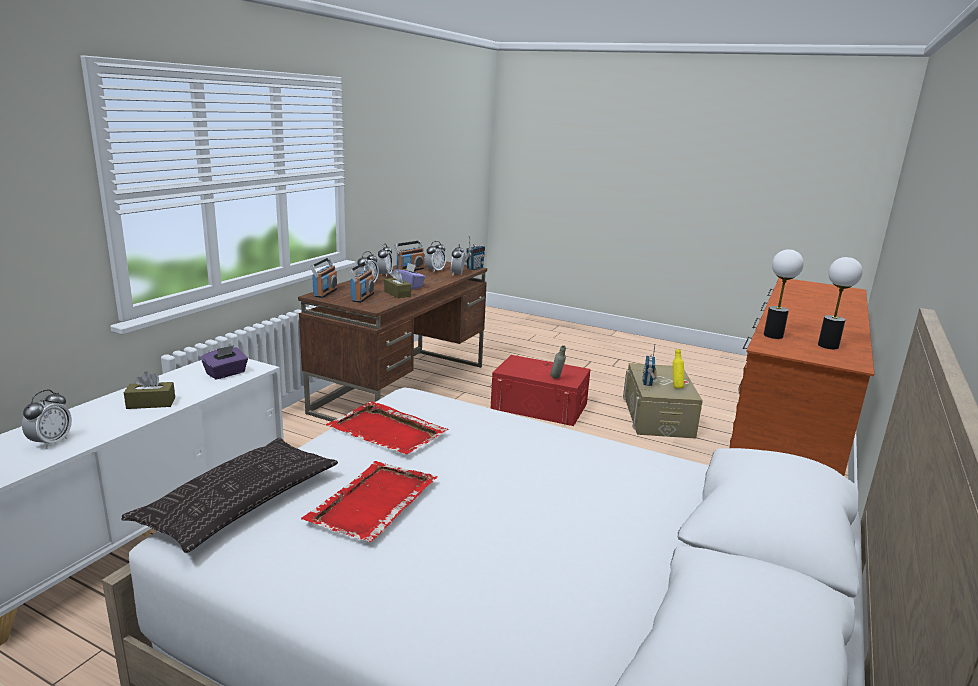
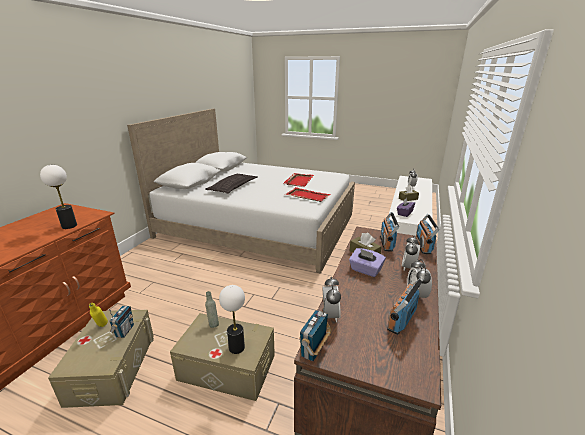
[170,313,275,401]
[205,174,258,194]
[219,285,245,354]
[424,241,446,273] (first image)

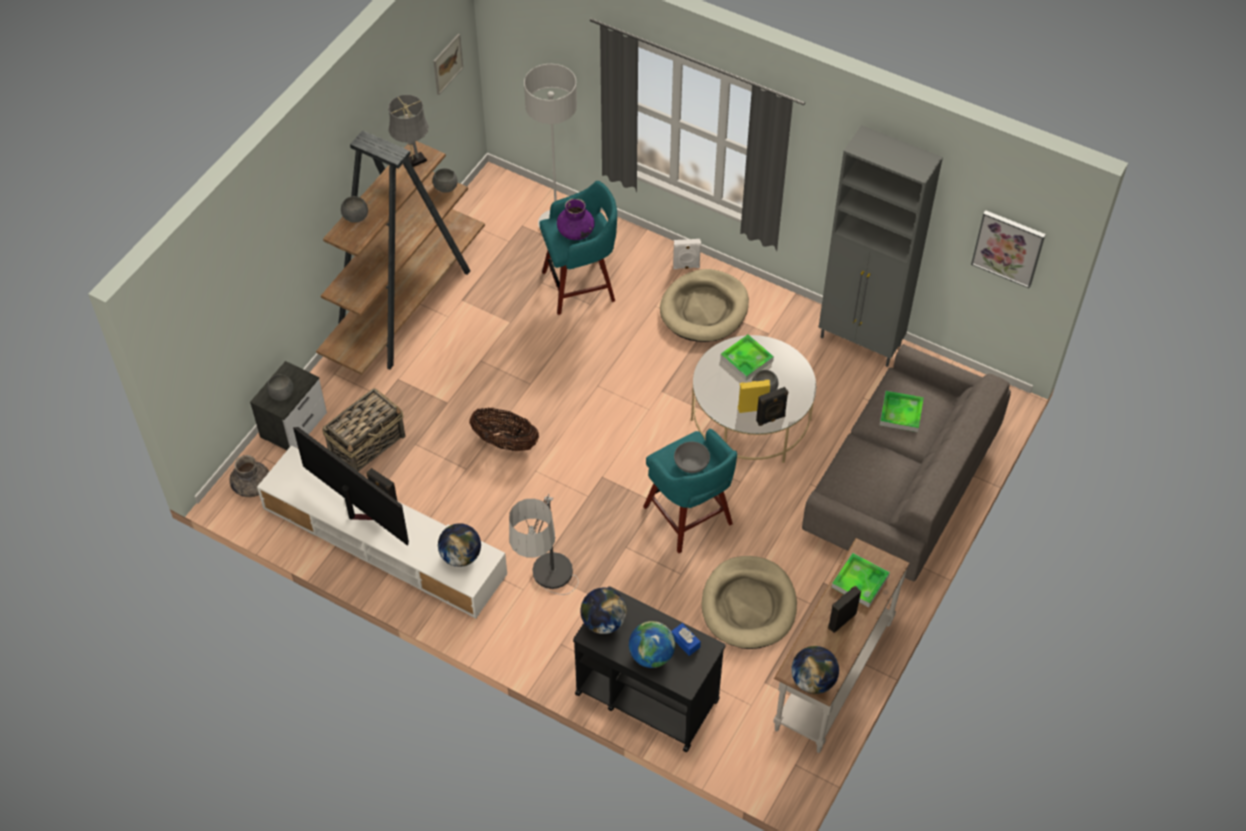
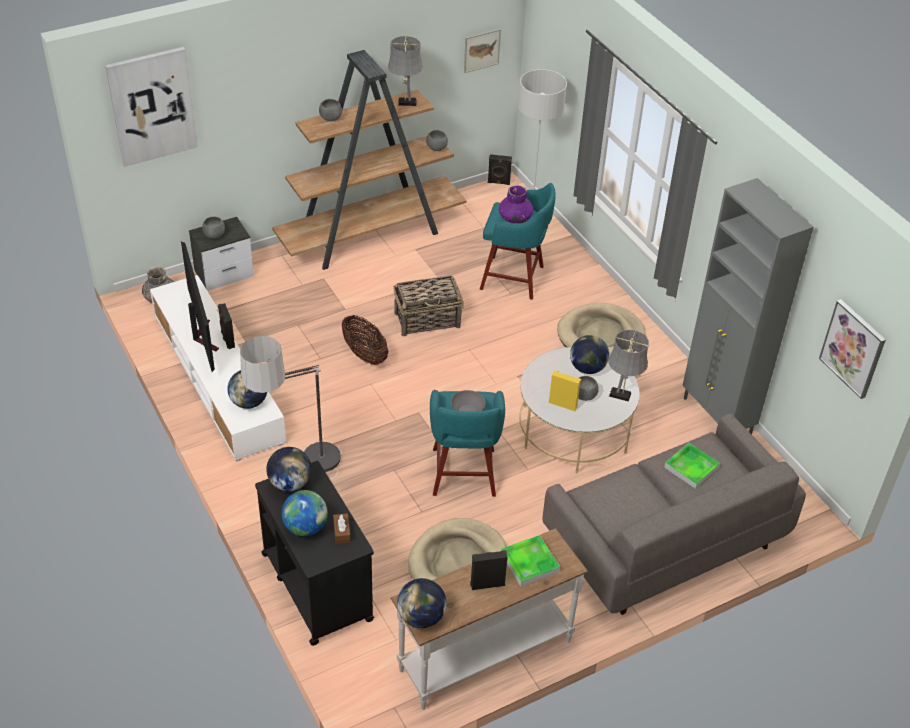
[105,47,198,167]
[333,513,351,544]
[394,275,463,336]
[488,154,512,185]
[570,335,609,374]
[609,330,649,401]
[673,239,701,269] (first image)

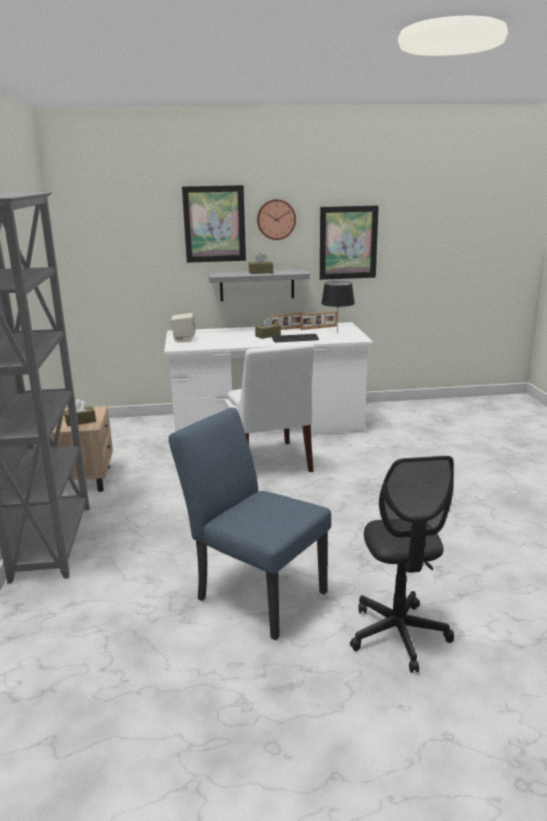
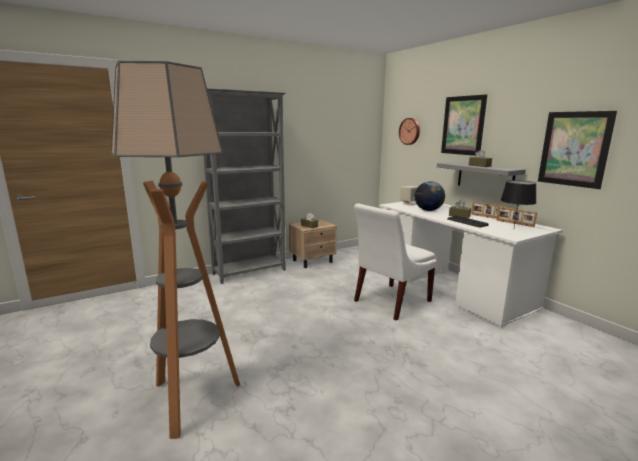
[111,61,240,439]
[399,118,420,145]
[415,181,445,211]
[169,407,331,640] (first image)

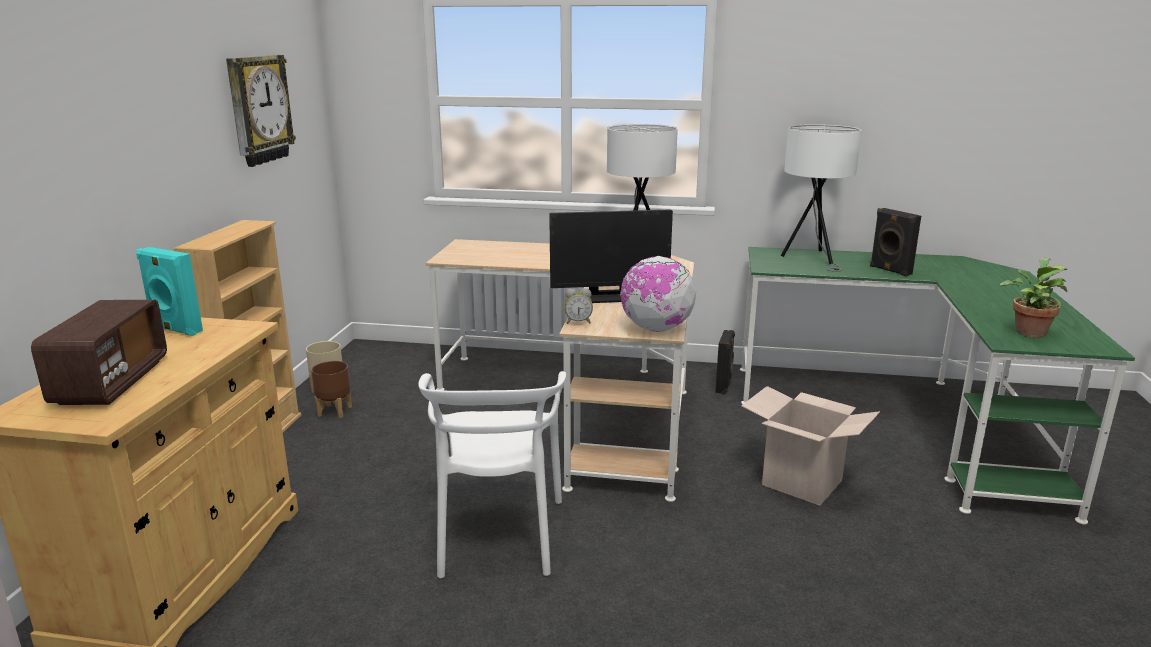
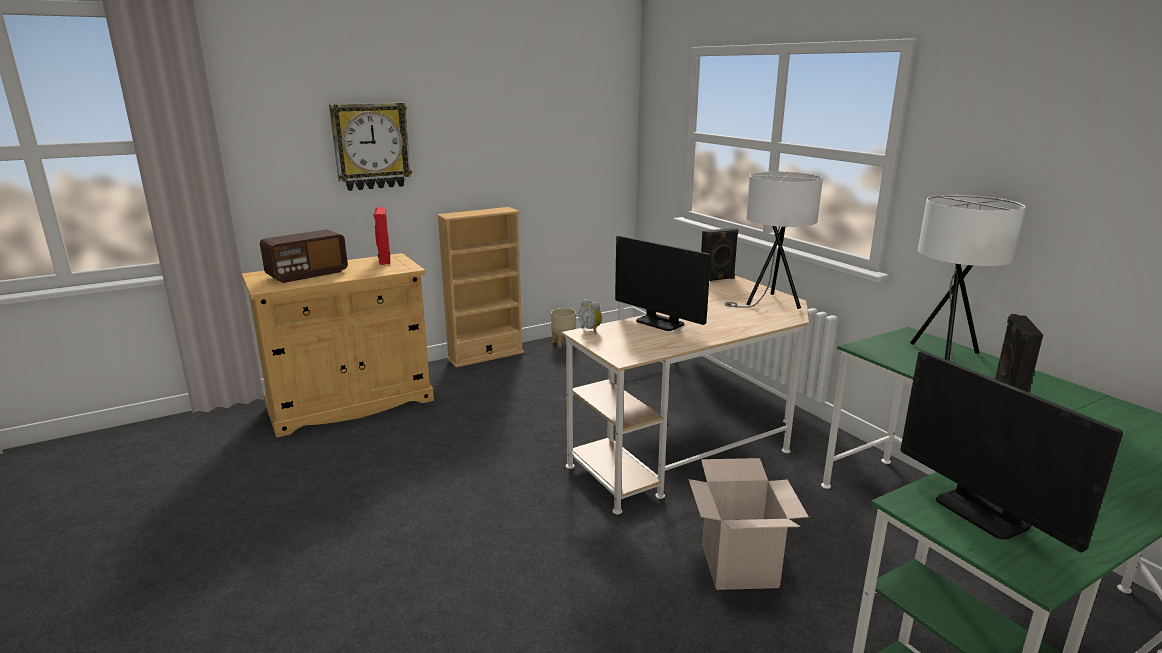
[329,103,412,191]
[374,207,390,265]
[701,228,739,281]
[900,351,1123,553]
[311,361,352,418] (first image)
[418,371,566,578] (first image)
[620,256,696,332] (first image)

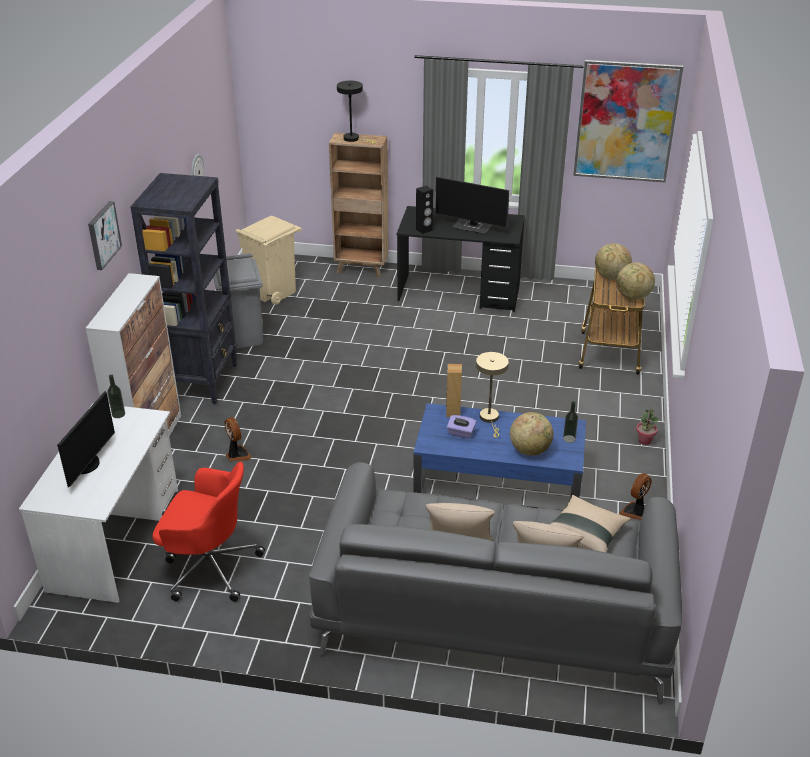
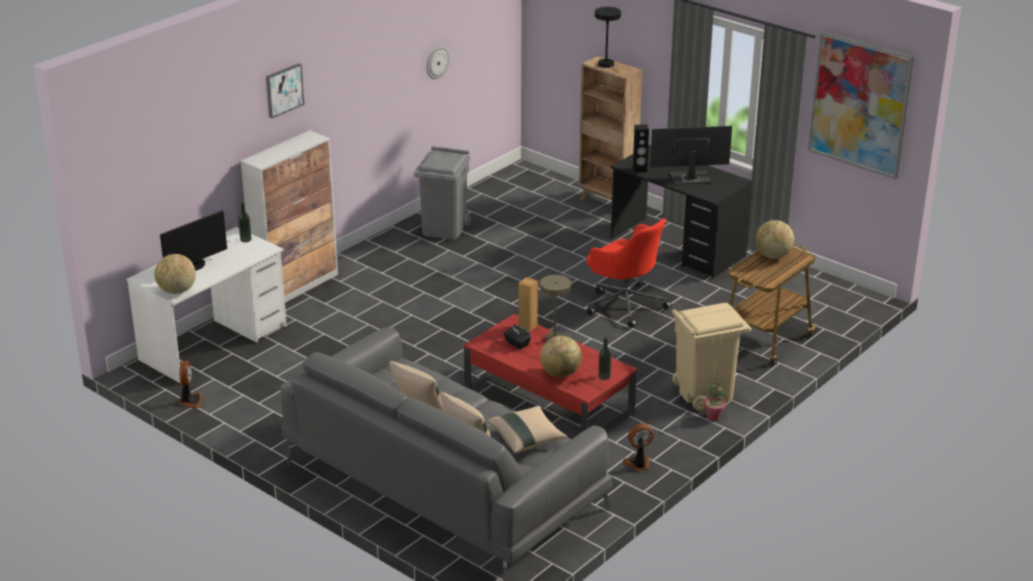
[155,254,196,294]
[179,361,203,409]
[464,314,637,433]
[503,325,531,349]
[586,218,671,328]
[650,126,732,184]
[672,303,751,411]
[130,173,237,405] (first image)

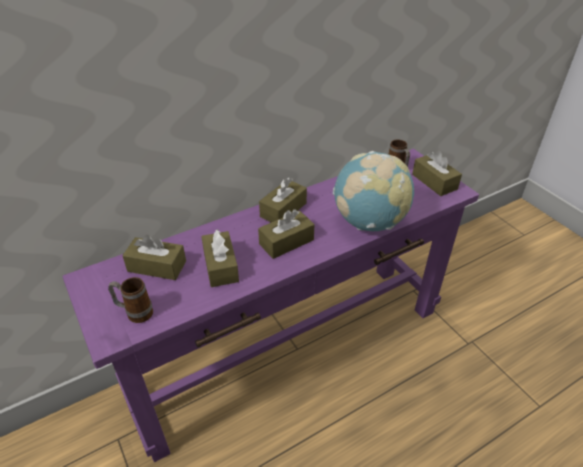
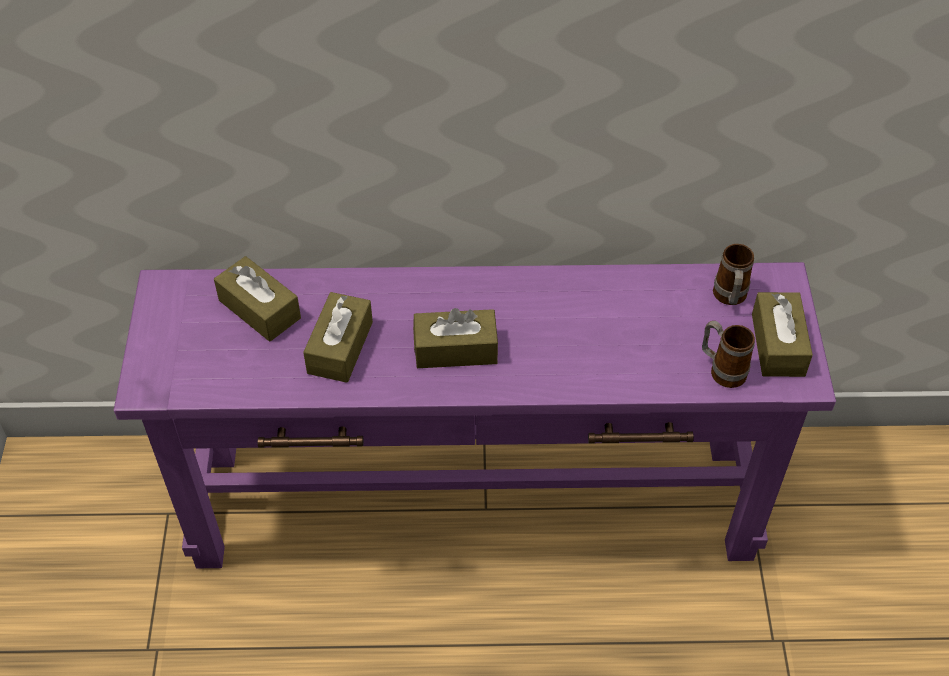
[702,321,755,388]
[259,177,307,222] (first image)
[333,151,414,231] (first image)

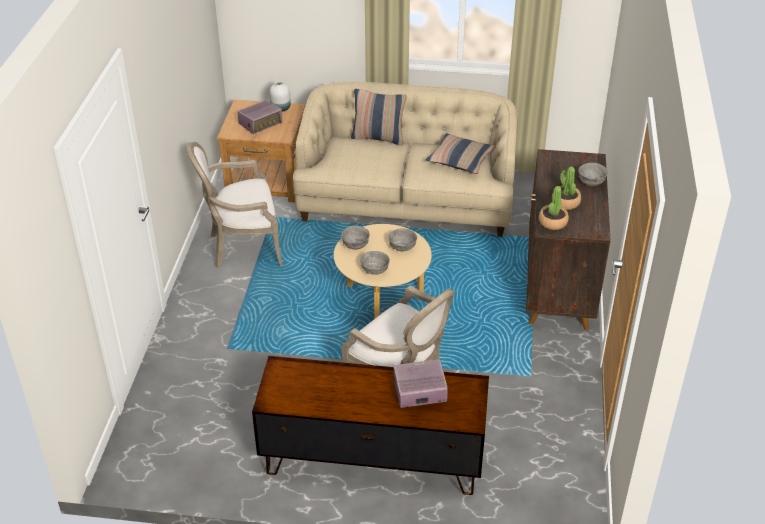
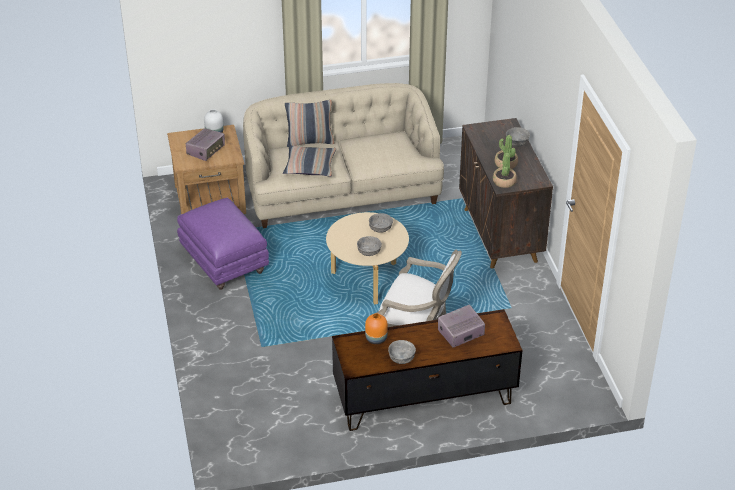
[177,198,269,290]
[283,146,336,177]
[365,313,388,344]
[388,340,416,364]

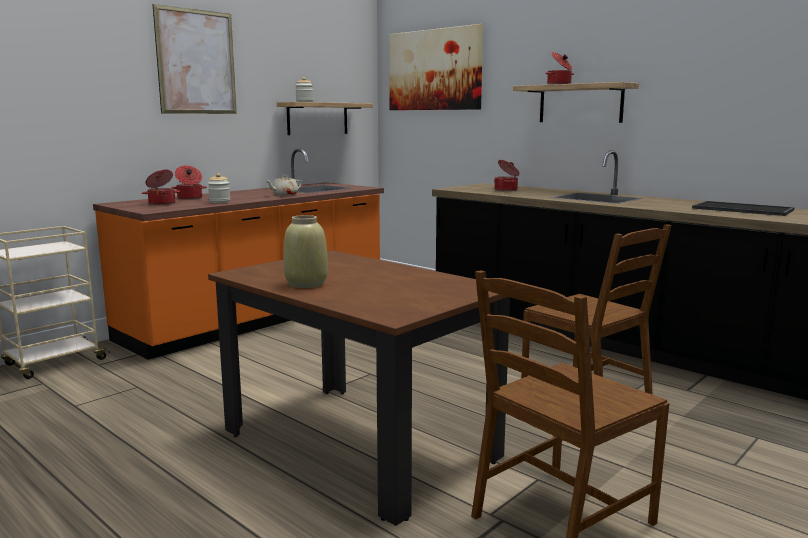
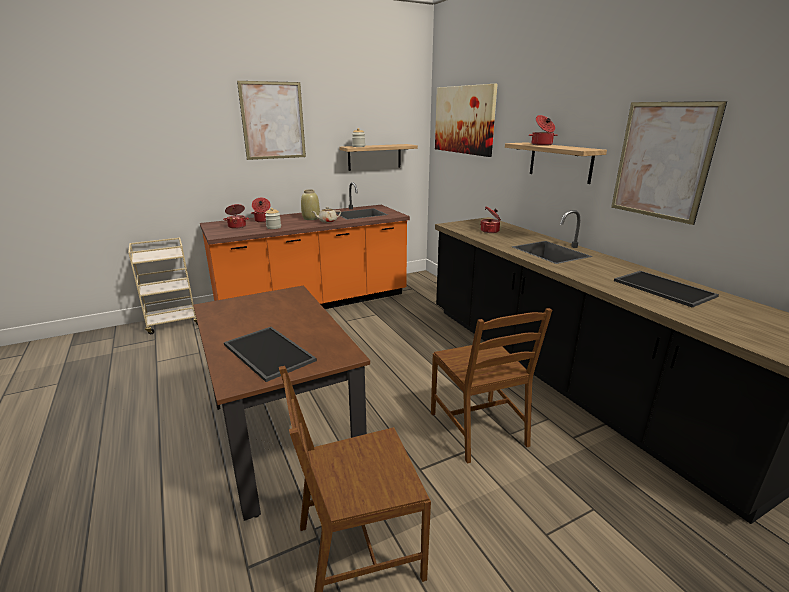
[224,327,317,382]
[301,189,320,220]
[611,101,727,225]

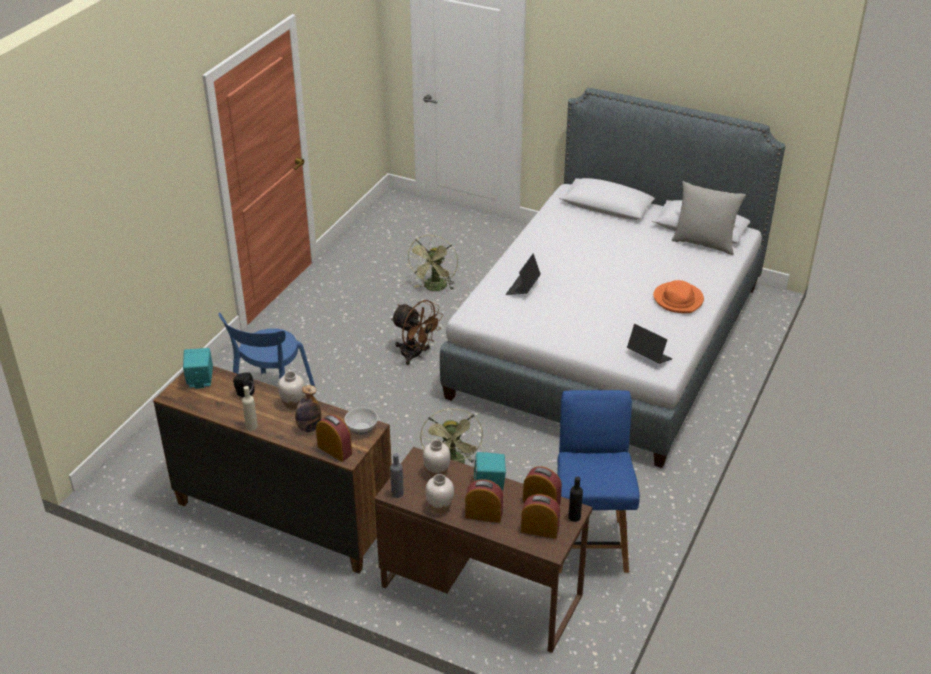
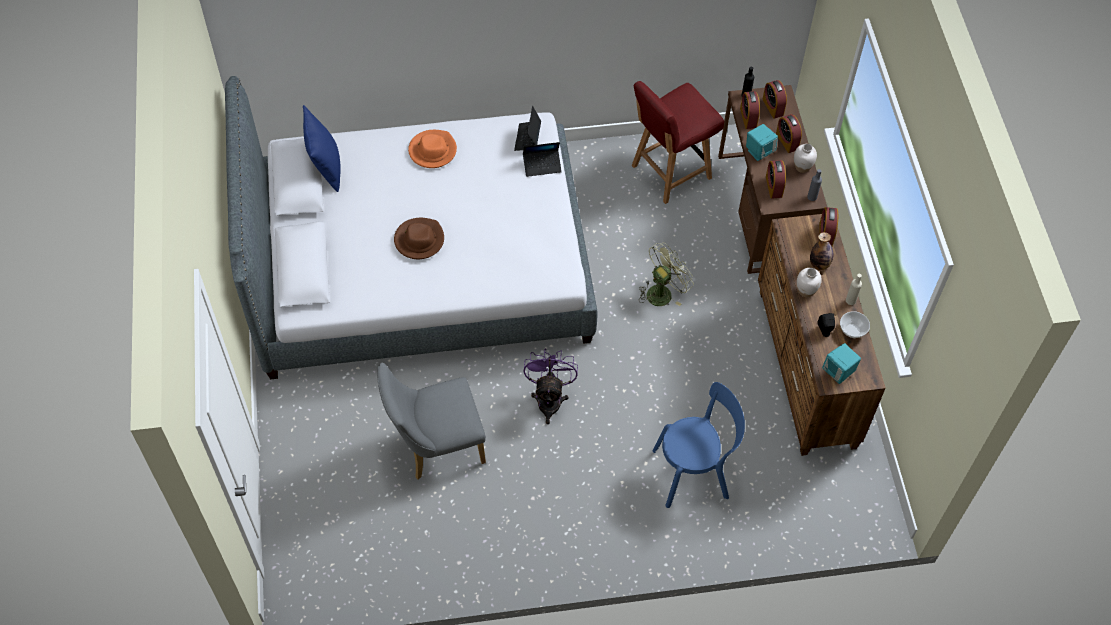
[303,105,341,192]
[377,363,486,479]
[394,218,444,259]
[523,142,562,177]
[523,349,578,424]
[632,81,724,204]
[766,160,786,199]
[840,311,870,338]

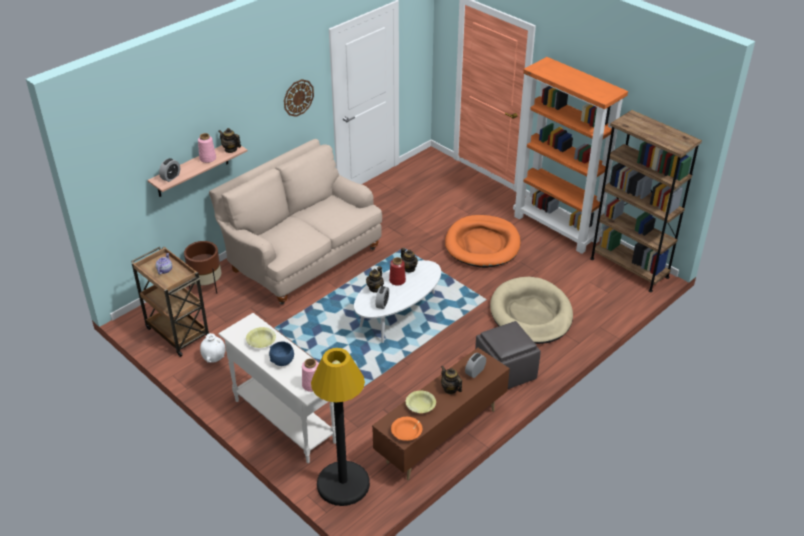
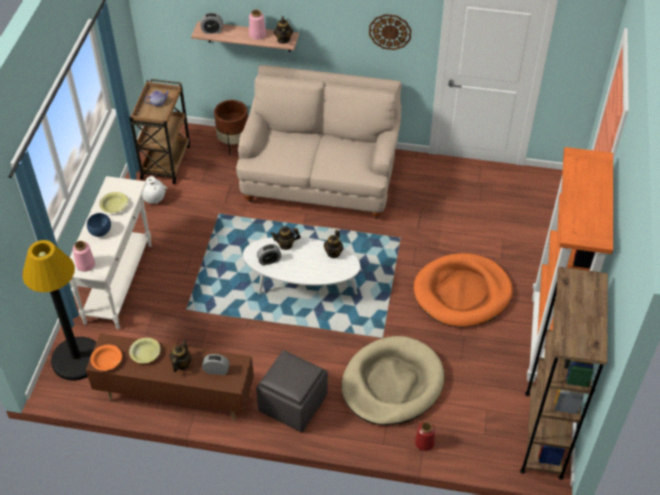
[415,422,435,451]

